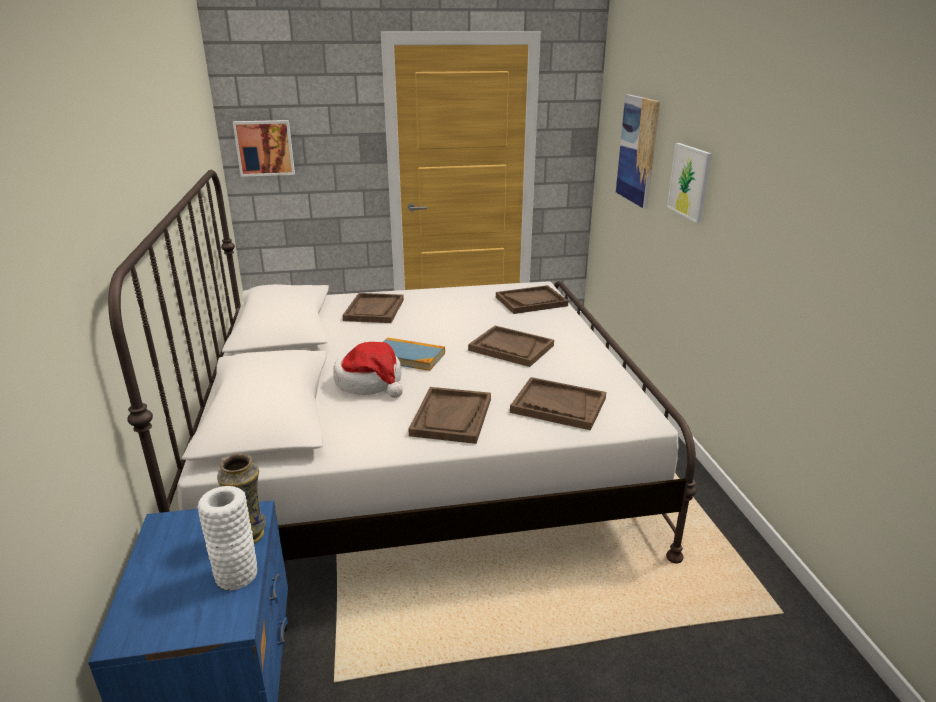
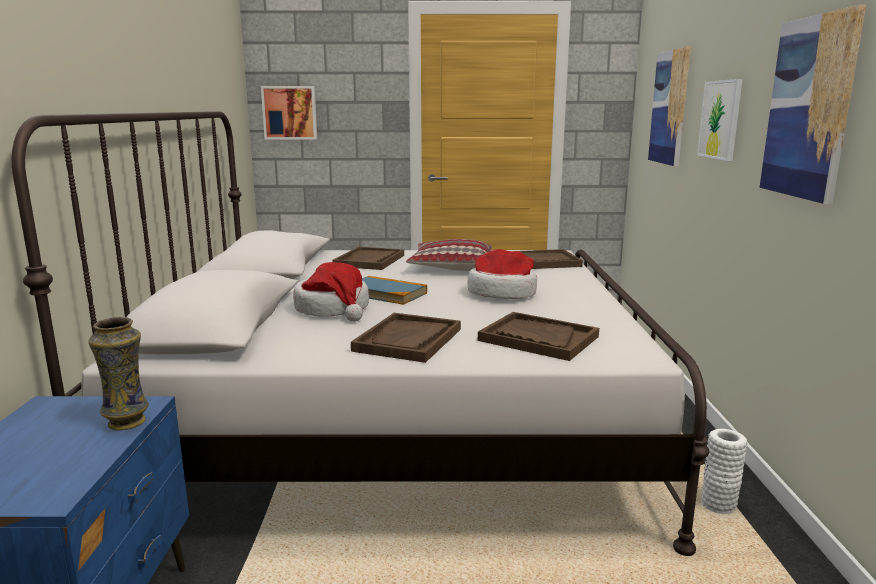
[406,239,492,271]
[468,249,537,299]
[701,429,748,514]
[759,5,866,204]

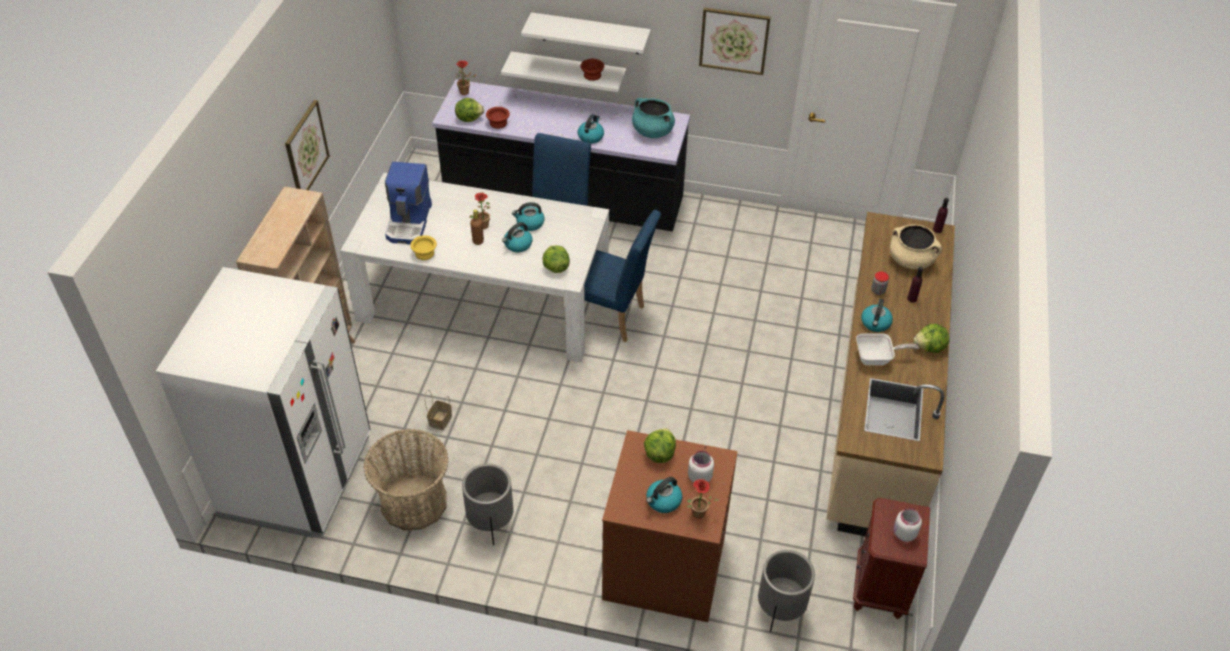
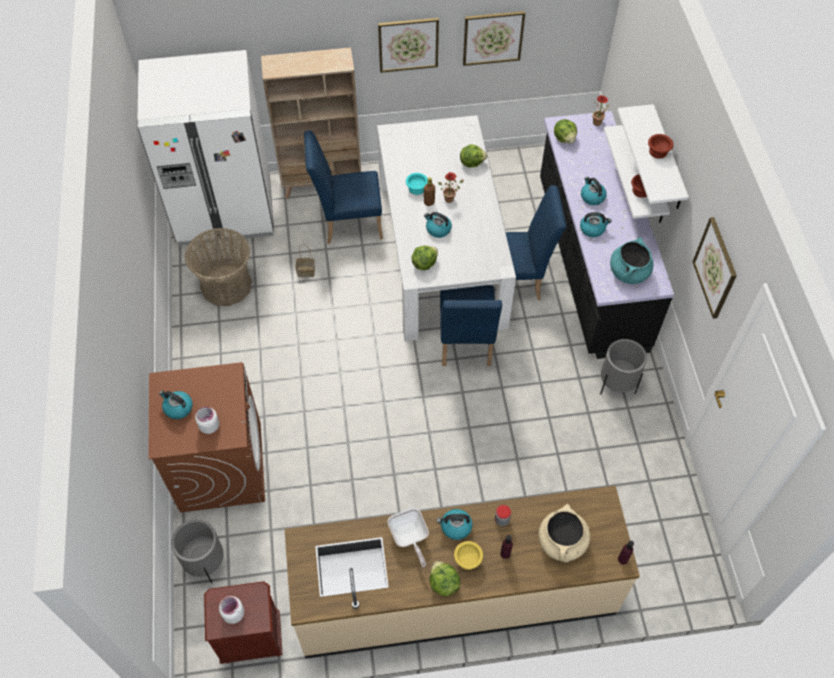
[304,130,383,244]
[406,173,428,195]
[454,541,483,570]
[460,144,487,168]
[463,11,525,66]
[581,177,607,205]
[600,339,647,394]
[648,134,674,159]
[385,162,432,244] (first image)
[687,479,719,519] (first image)

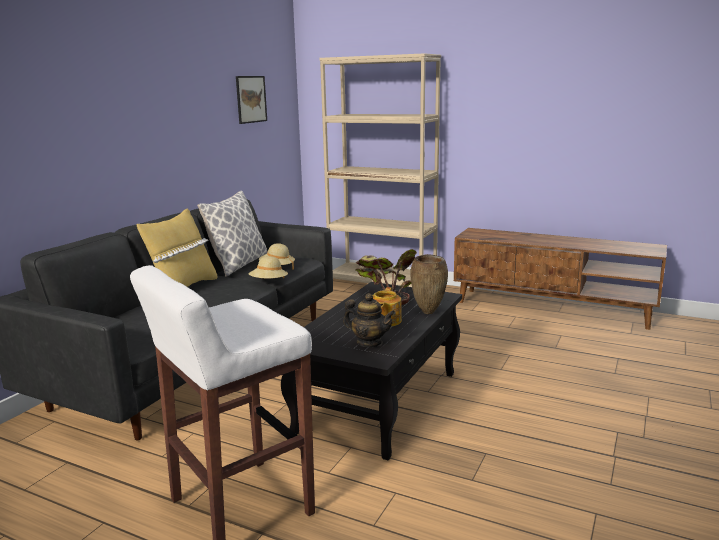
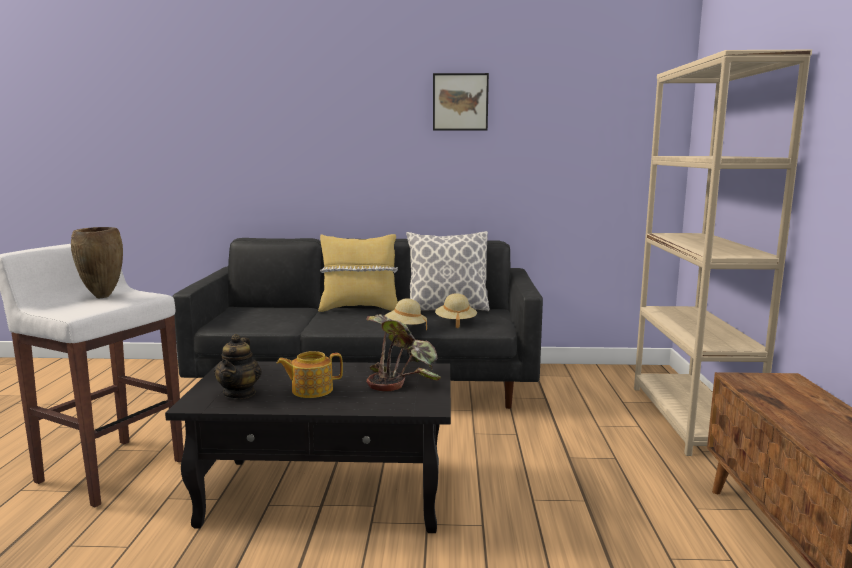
[71,227,123,298]
[433,73,489,131]

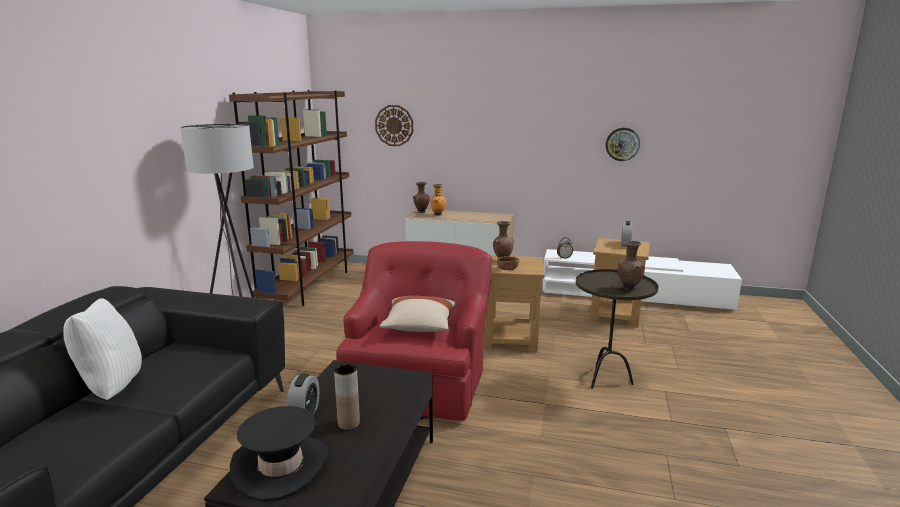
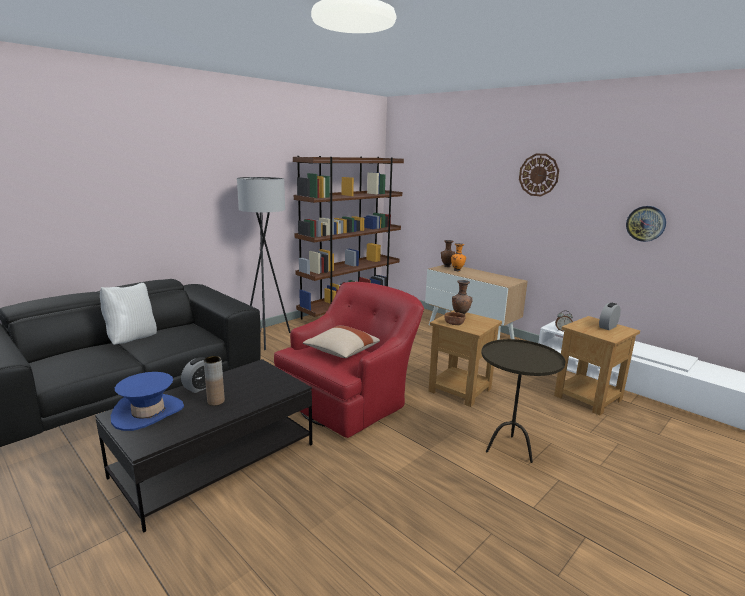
[111,372,184,431]
[519,154,559,196]
[618,240,644,291] (first image)

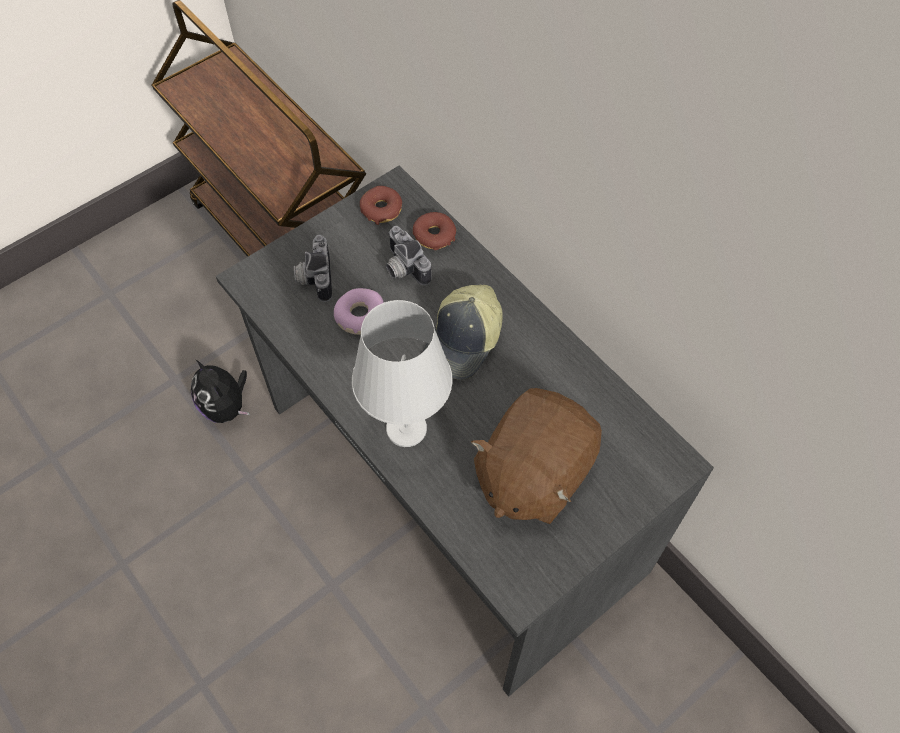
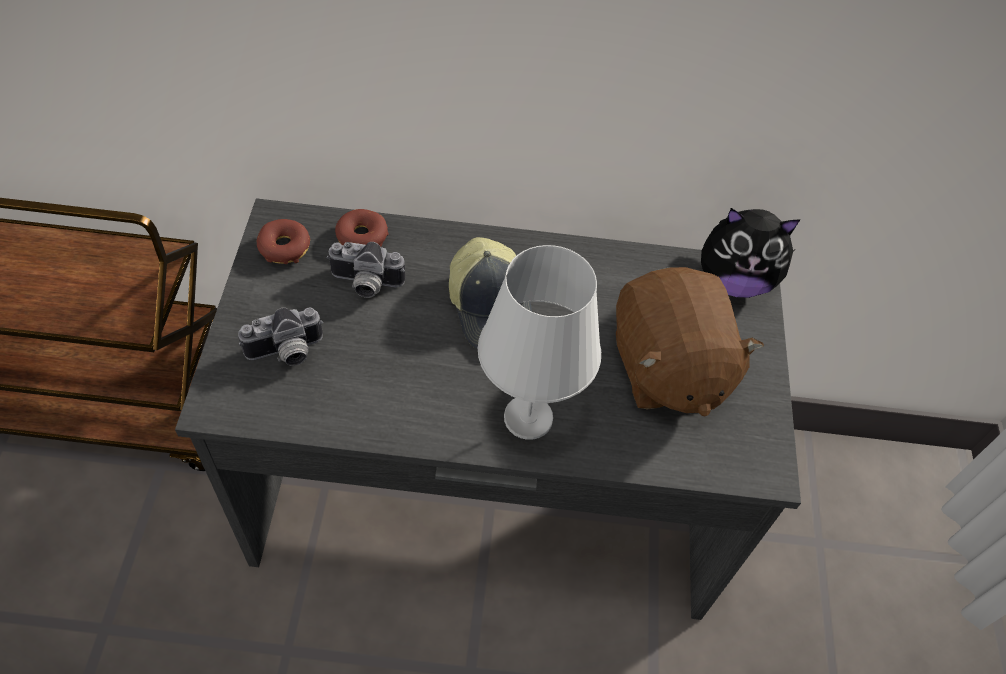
[238,308,323,366]
[701,208,801,298]
[334,288,384,335] (first image)

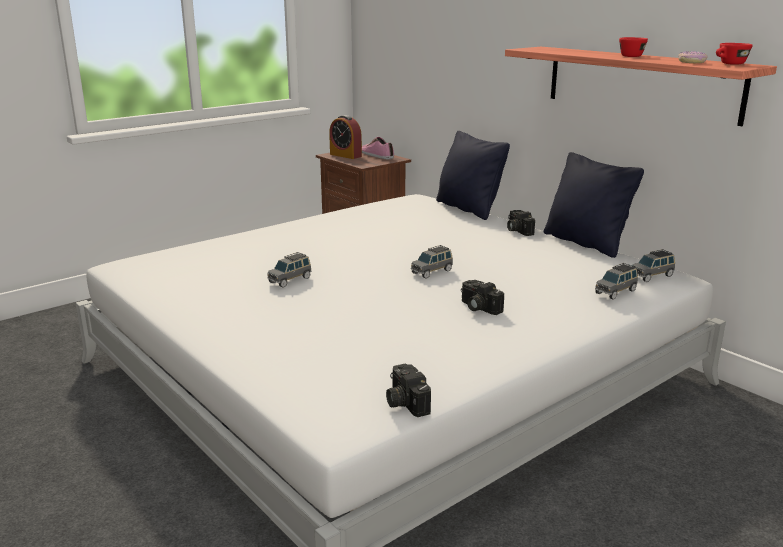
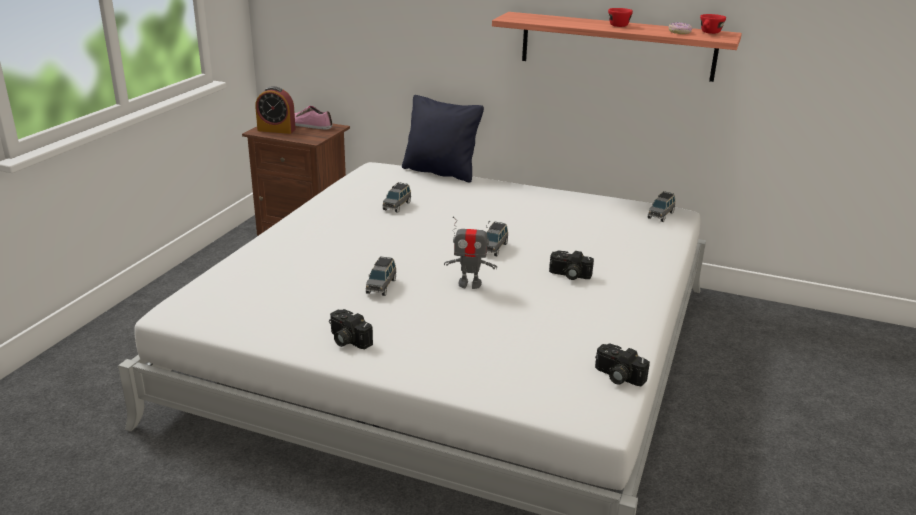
[329,309,373,349]
[382,182,411,213]
[444,216,497,289]
[544,152,644,258] (first image)

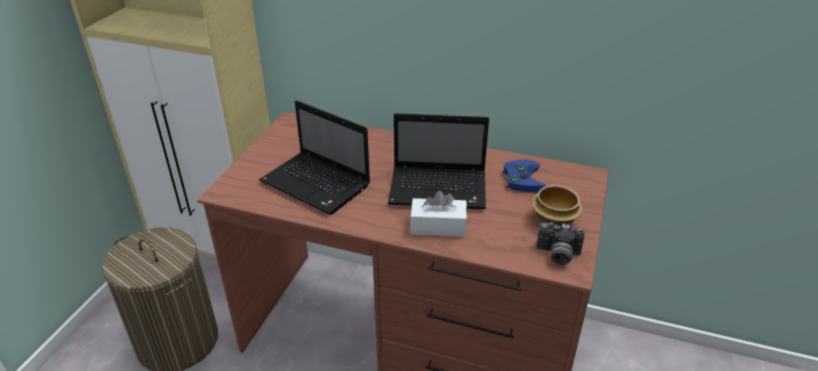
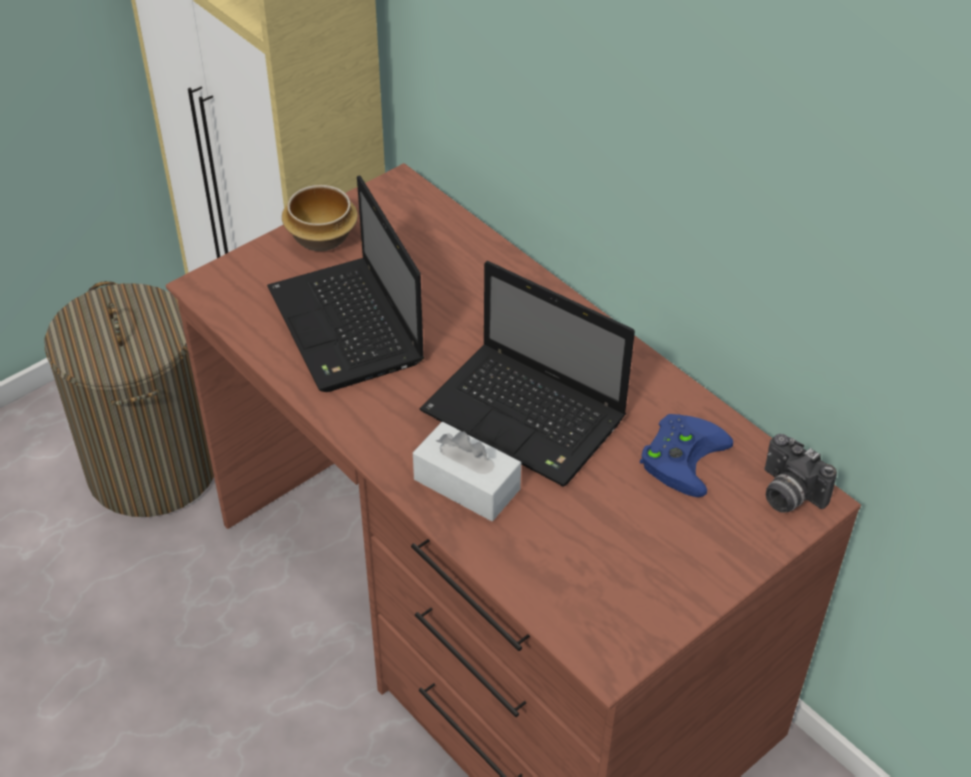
[282,185,358,251]
[764,434,837,513]

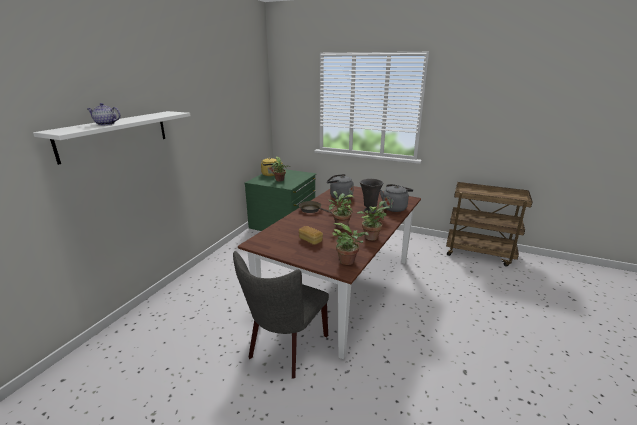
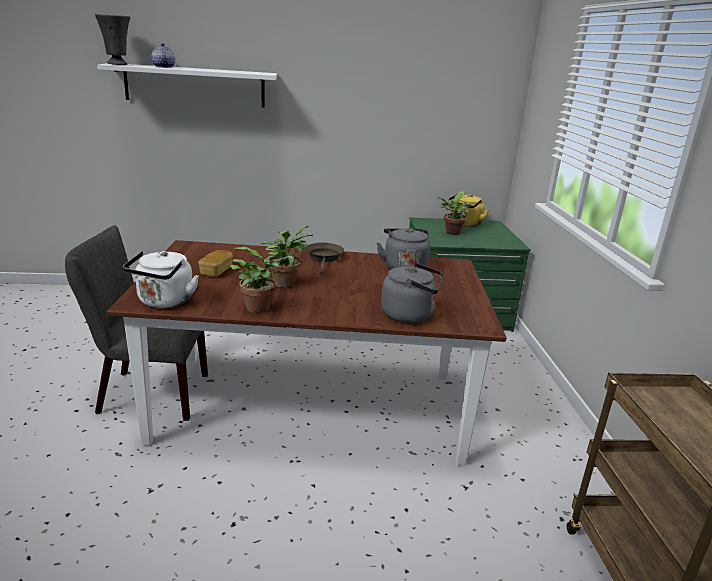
[95,14,130,65]
[123,251,199,308]

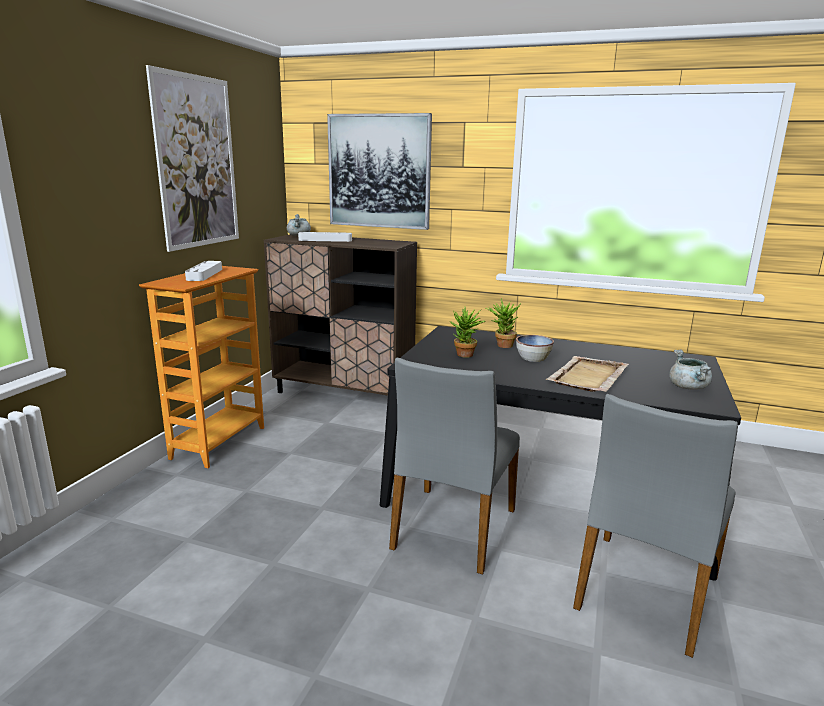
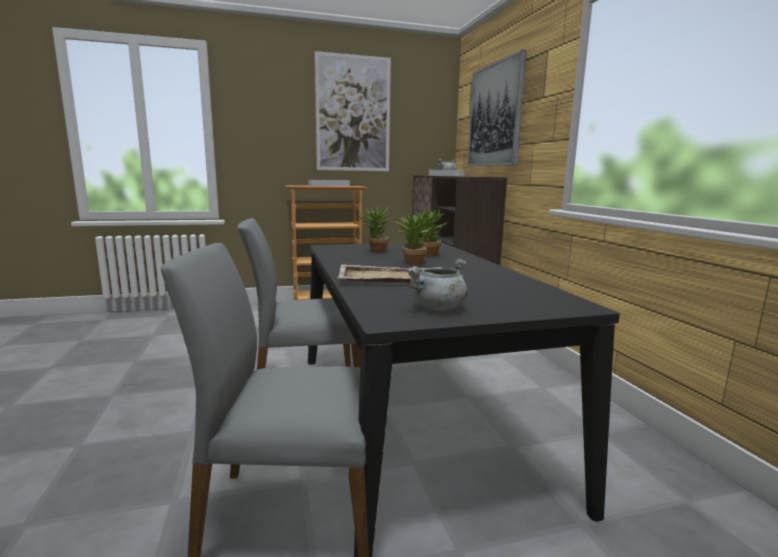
[392,211,433,265]

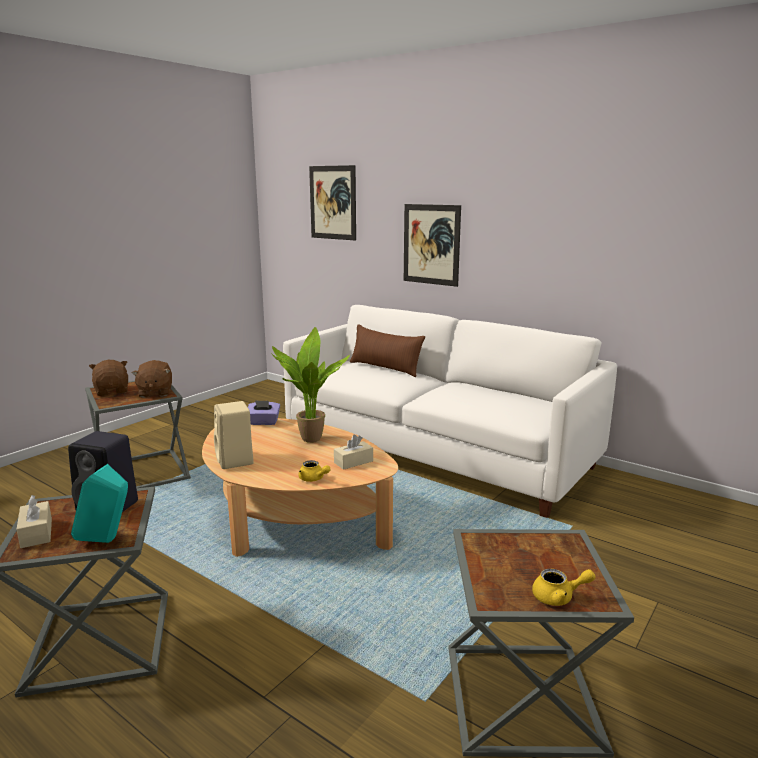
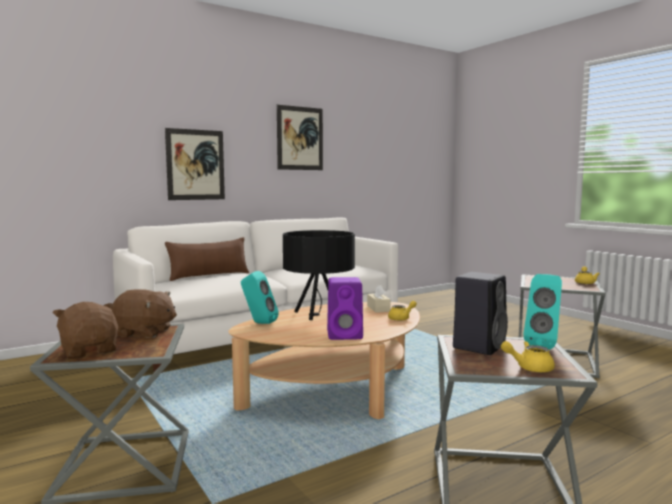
[52,302,118,359]
[241,271,279,324]
[277,105,323,170]
[283,230,355,320]
[327,277,363,340]
[501,341,555,373]

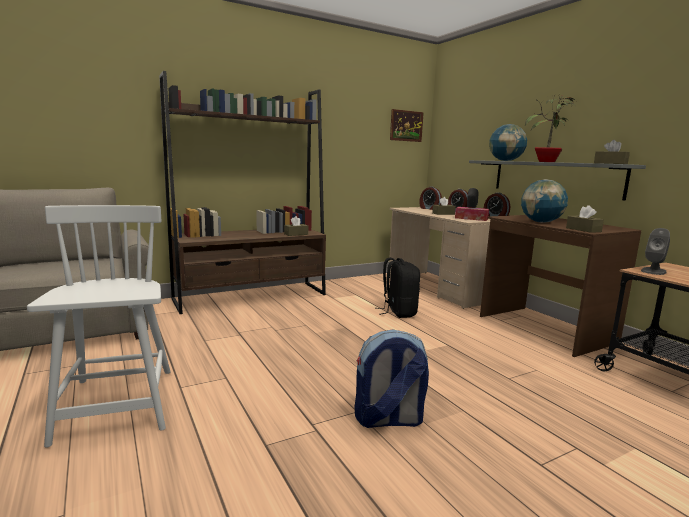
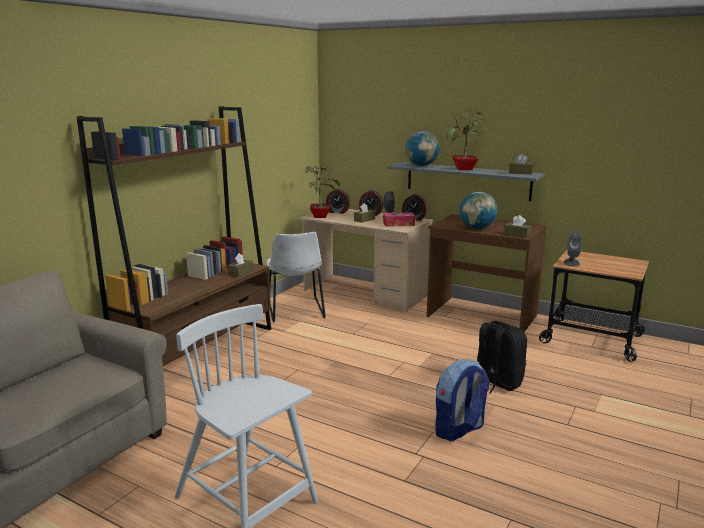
[266,232,326,323]
[305,166,340,218]
[477,321,527,394]
[390,109,424,142] (first image)

